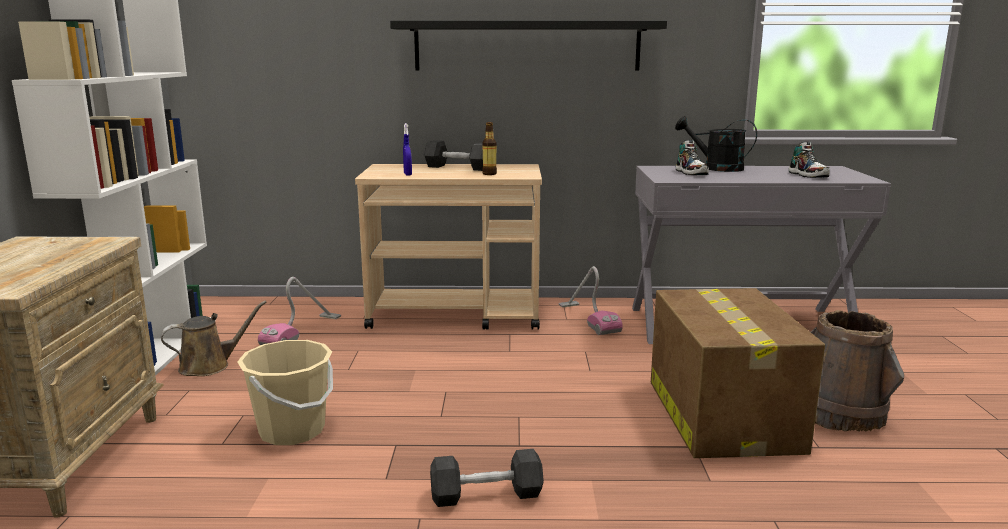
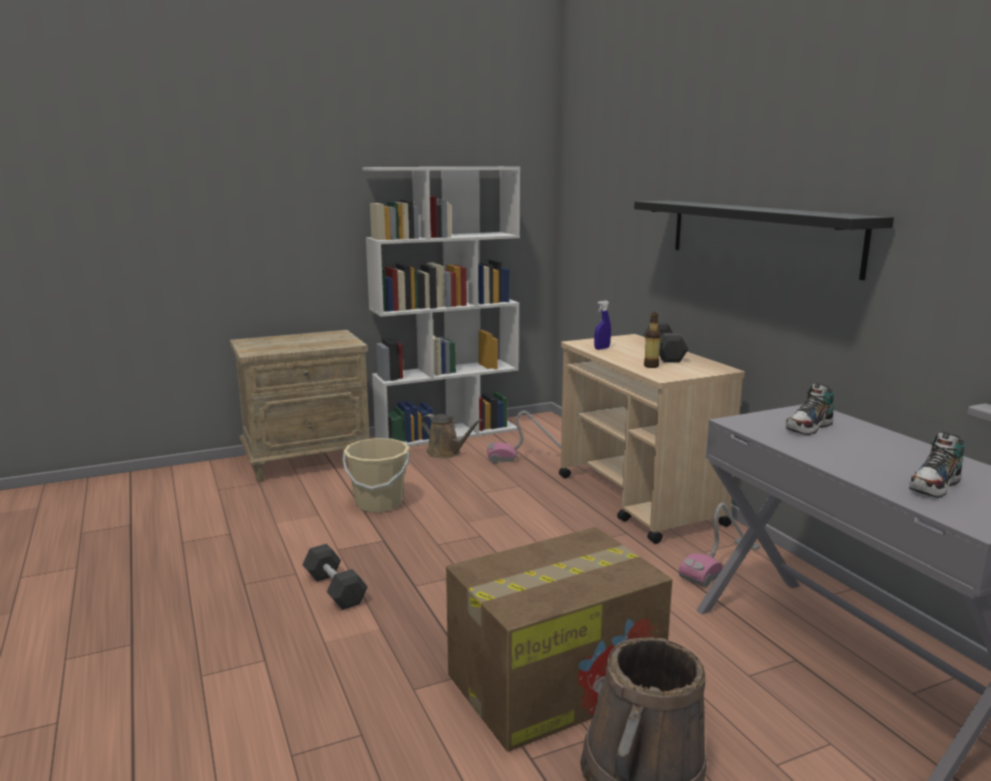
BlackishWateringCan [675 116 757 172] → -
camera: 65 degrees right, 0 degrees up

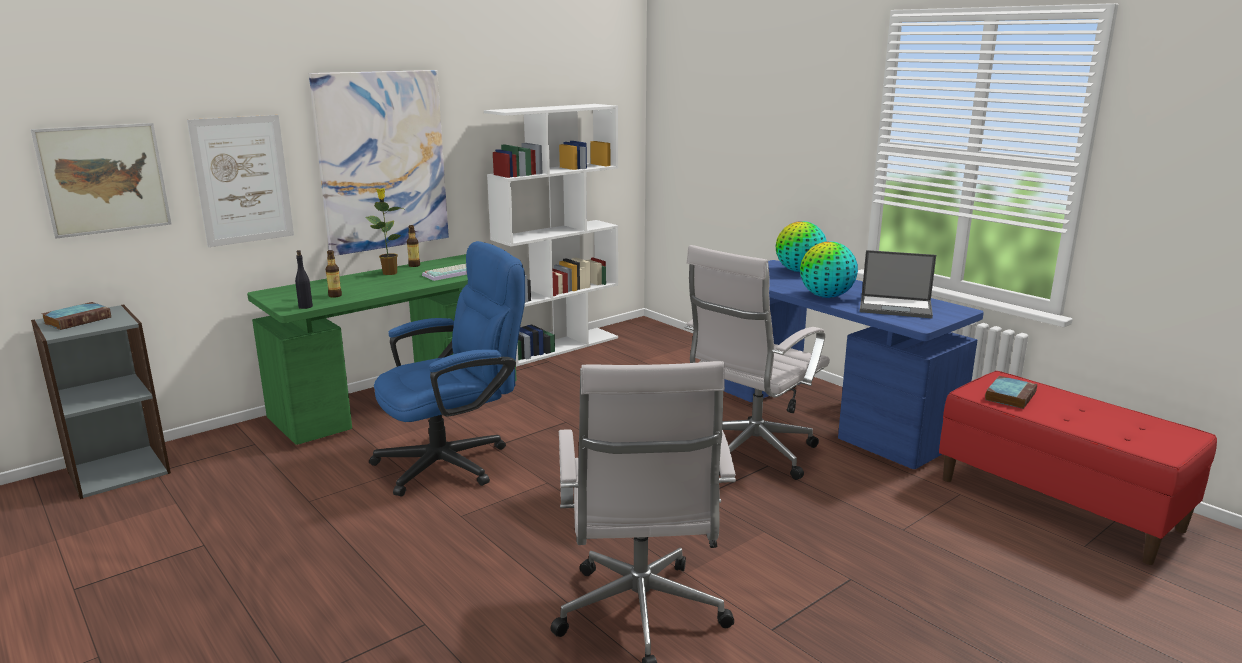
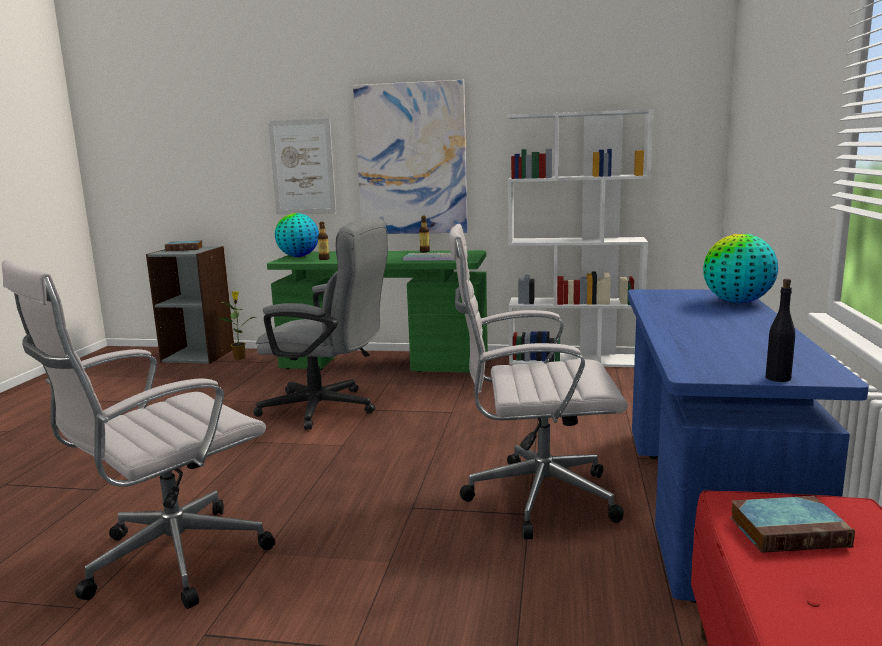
WallPicture [31 123 171 239] → -
PottedPlant [365 188 406 275] → PottedPlant [216 291 256 360], shifted
BluishDeskChair [369 241 525 496] → GreyDeskChair [253 218 388 430]
DeskGlobe [800 241 858 298] → DeskGlobe [275 213 319 257], shifted
BlackishDrinkBottle [295 250 313 309] → BlackishDrinkBottle [766 278 795 382], shifted
Laptop [860 250 936 318] → -
camera: 50 degrees right, 5 degrees down

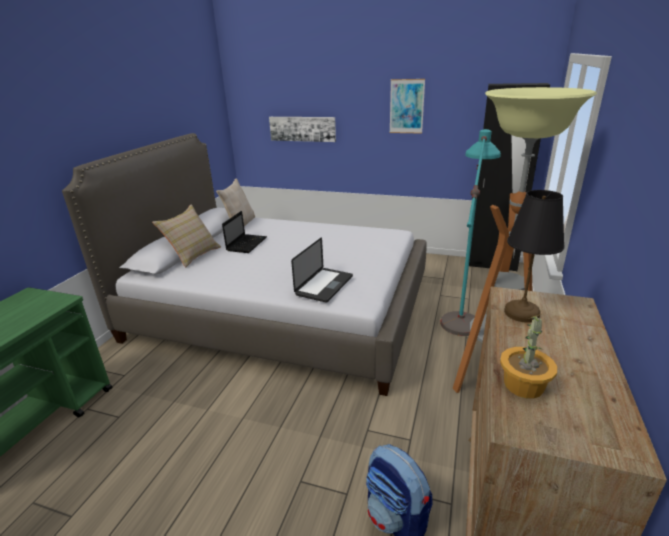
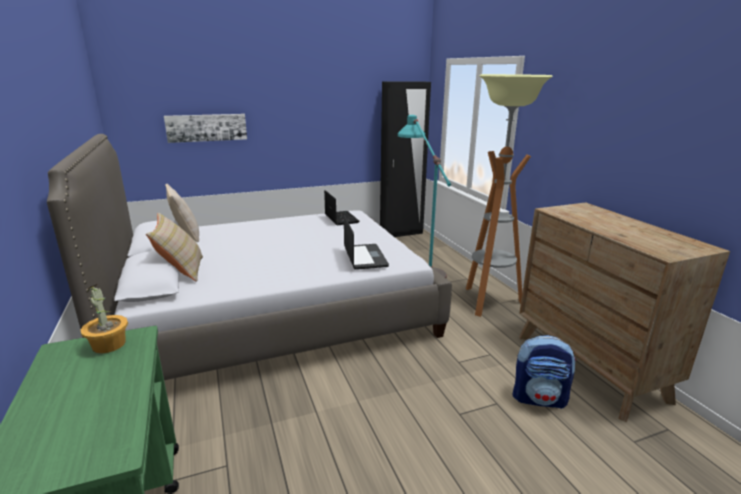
WallPicture [390 79 425 134] → -
BlackishTableLamp [504 190 565 323] → -
Laptop [222 211 267 253] → Laptop [324 190 359 225], shifted
PottedPlant [500 314 557 399] → PottedPlant [81 284 128 354], shifted
camera: 40 degrees left, 5 degrees down

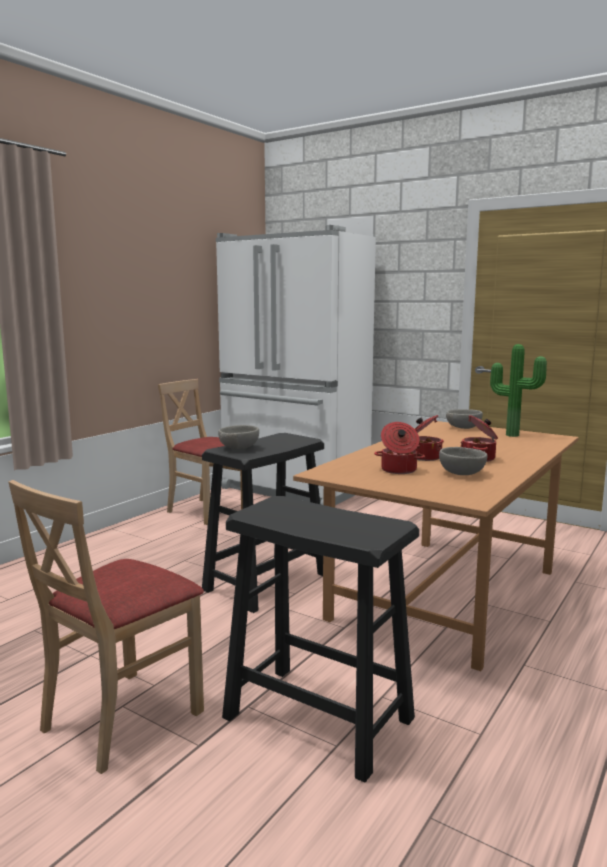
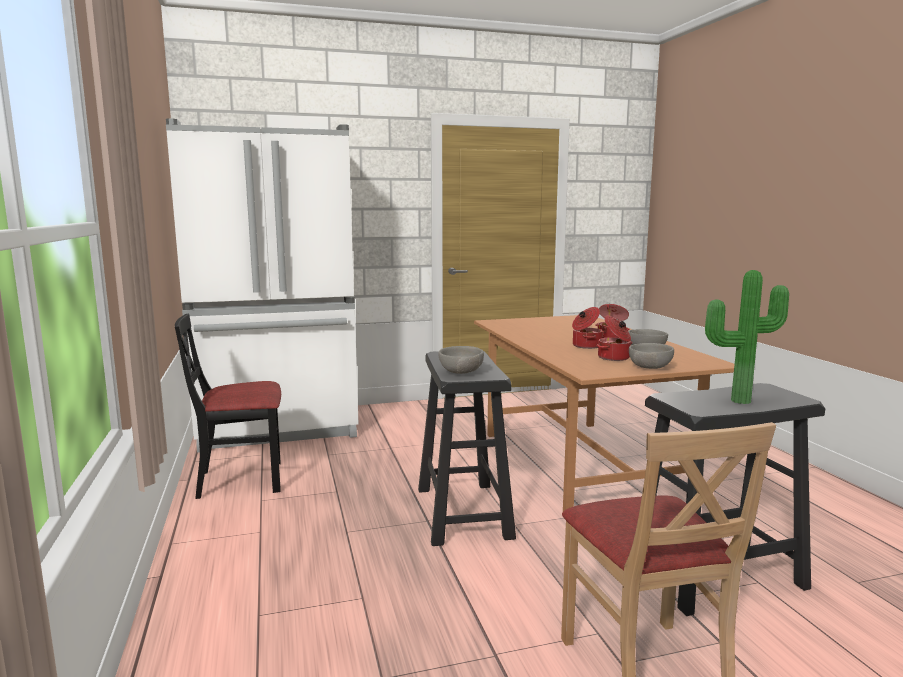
PottedPlant [490 344 547 437] → PottedPlant [705 270 789 404], shifted
BeigeChair [158 379 243 525] → BlackishChair [175 314 281 499]
GreyDeepDish [446 409 483 429] → GreyDeepDish [629 343 674 369], shifted
camera: 50 degrees left, 0 degrees up

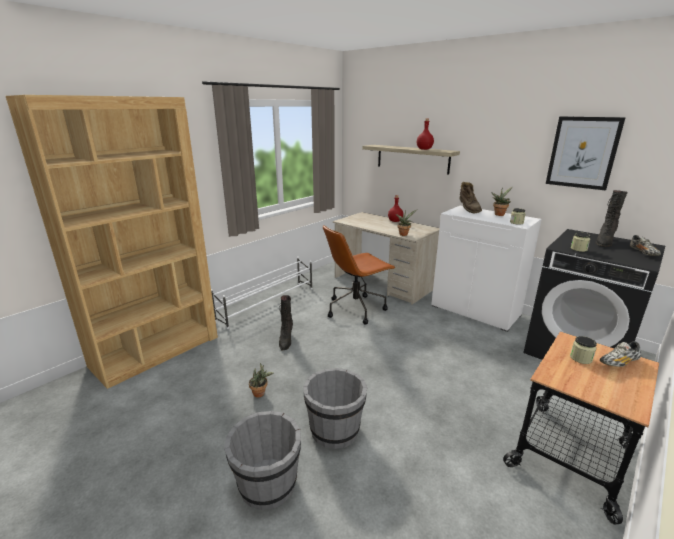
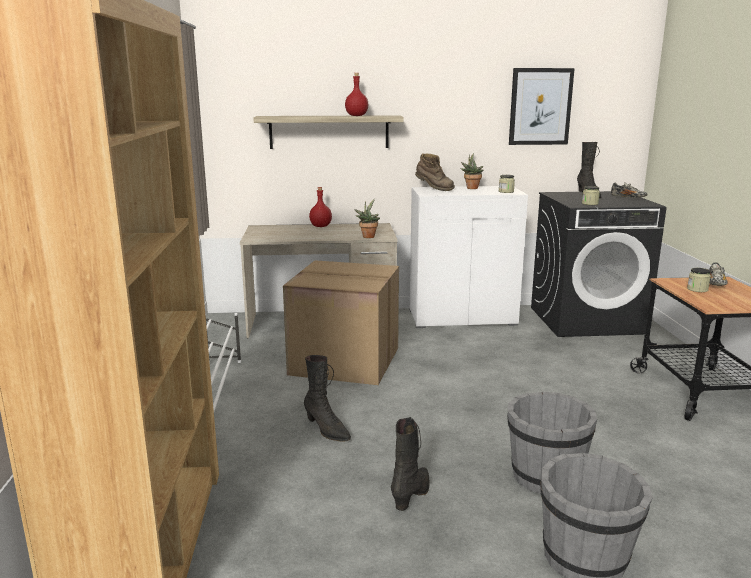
BrownDeskChair [323 225 395 325] → PackingBox [283 260 399 385]
PottedPlant [249 363 274 397] → BlackishHighTopBoot [391 417 430 511]
camera: 45 degrees left, 5 degrees down

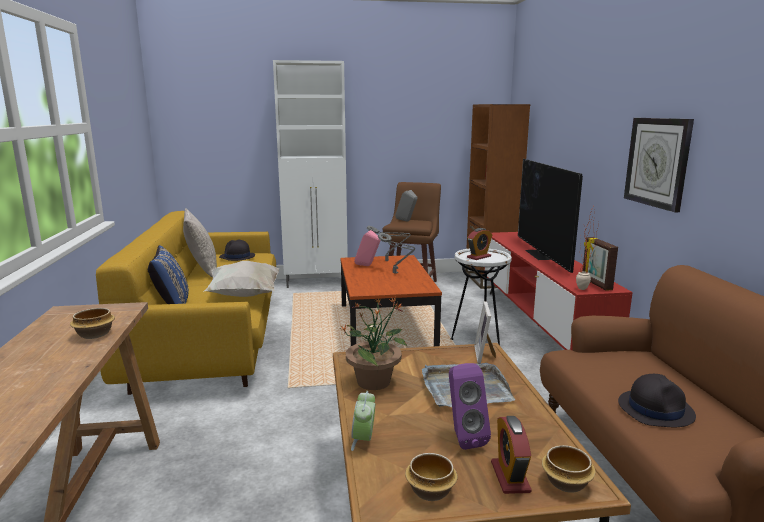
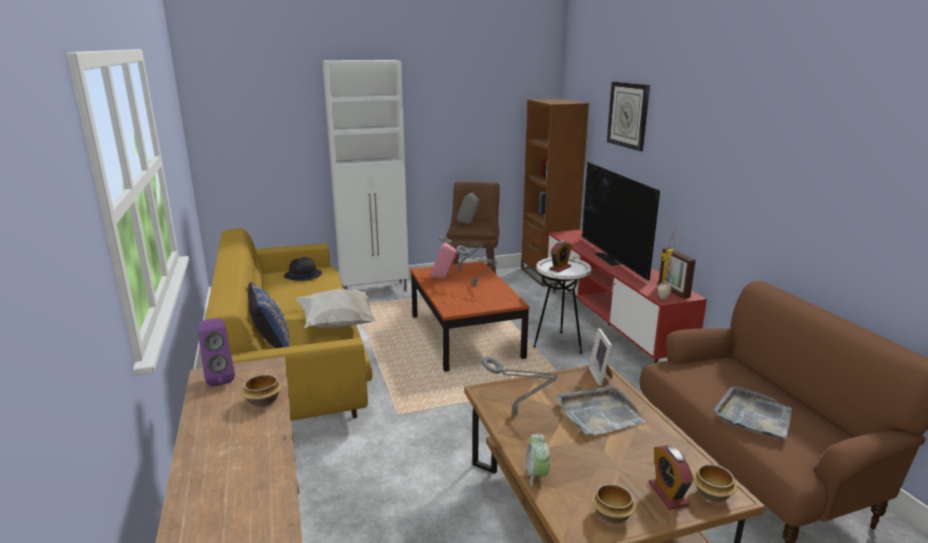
HangingClock [624 118 694 212] → HangingClock [607 81 650 151], shifted
GreyCushion [183 208 217 277] → -
PottedPlant [340 297 407 390] → GreyTableLamp [482 357 557 415]
PurpleSpeaker [449 363 491 450] → PurpleSpeaker [198 318 235 387], shifted
BlackishClothingHat [618 374 696 427] → GreyCarryingTray [714 386 792 440]
camera: 10 degrees left, 5 degrees up

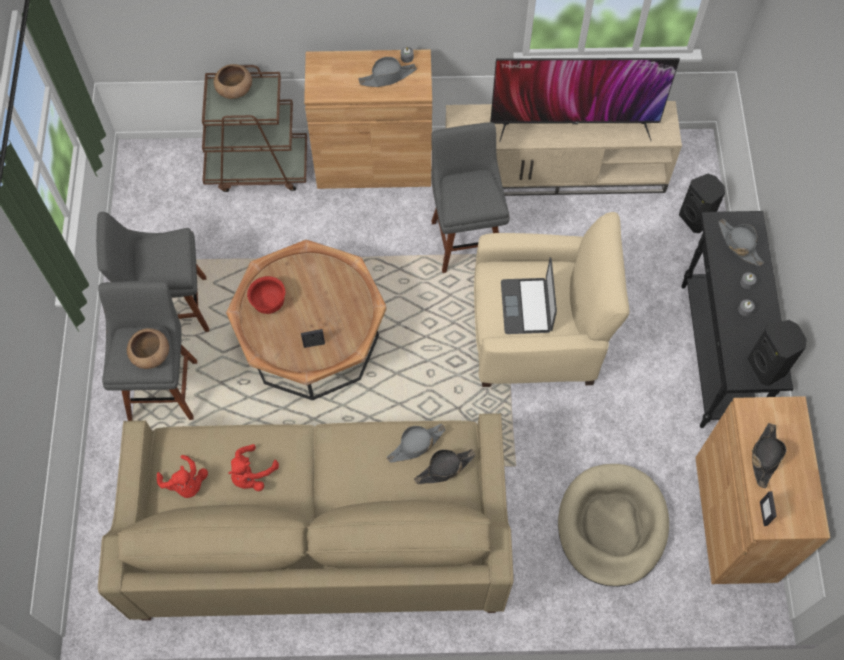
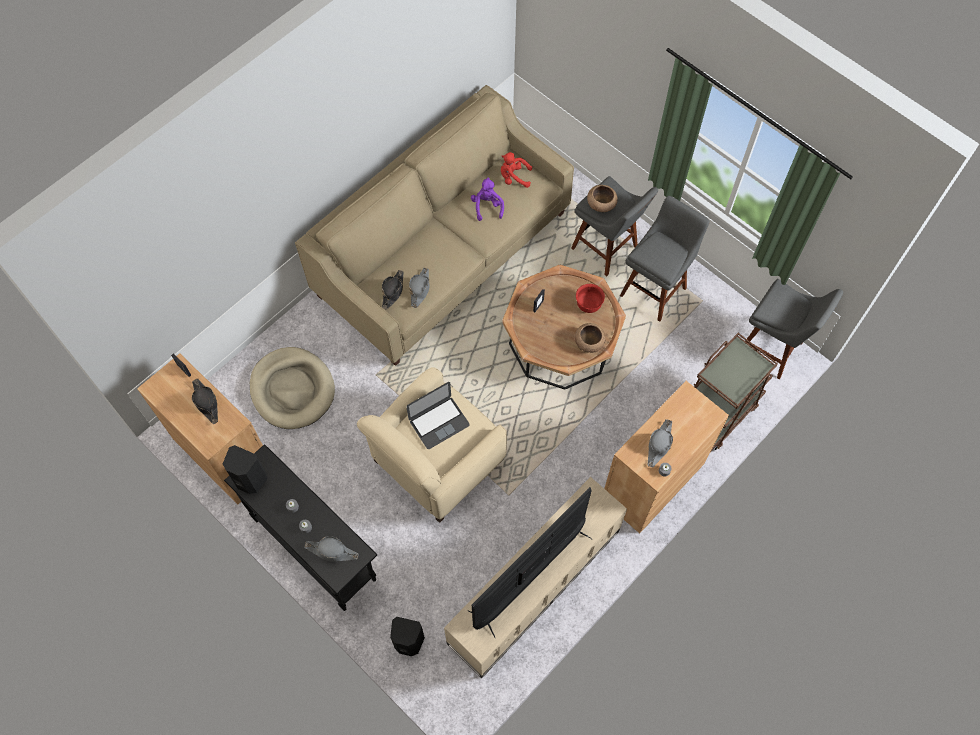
BrownDeepDish [214 64 252 99] → BrownDeepDish [575 323 605 353], shifted
GreyStool [431 122 510 273] → GreyStool [745 279 843 379], shifted
Laptop [501 257 557 334] → Laptop [406 382 470 449], 105 degrees clockwise
ReddishSoftToy [228 444 279 491] → PurpleSoftToy [471 177 504 221]
camera: 135 degrees right, 0 degrees up

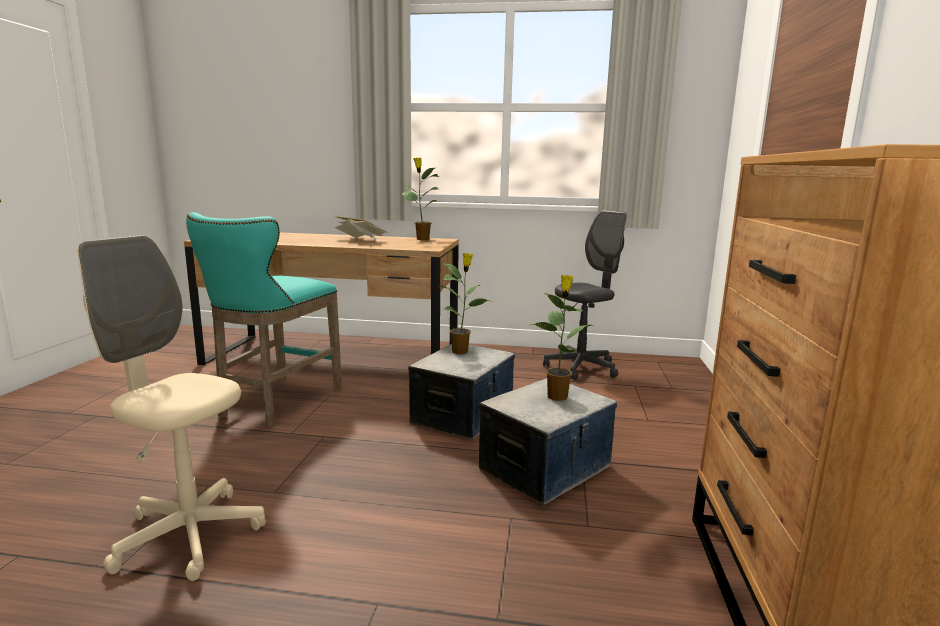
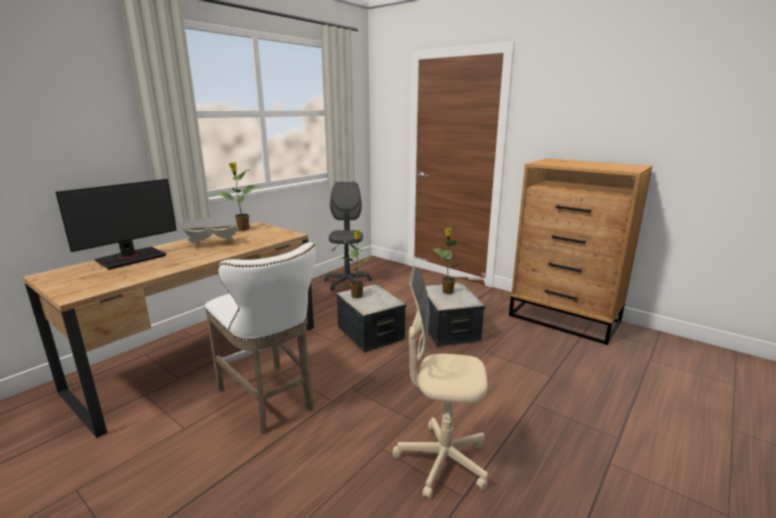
TurquoiseColouredStool [186 212 342 428] → WhiteColouredStool [205 242 316 434]
BeigeDeskChair [78 235 266 581] → BeigeDeskChair [392 267 488 499], 45 degrees clockwise
- → ComputerScreen [55 179 177 270]
camera: 60 degrees left, 5 degrees up

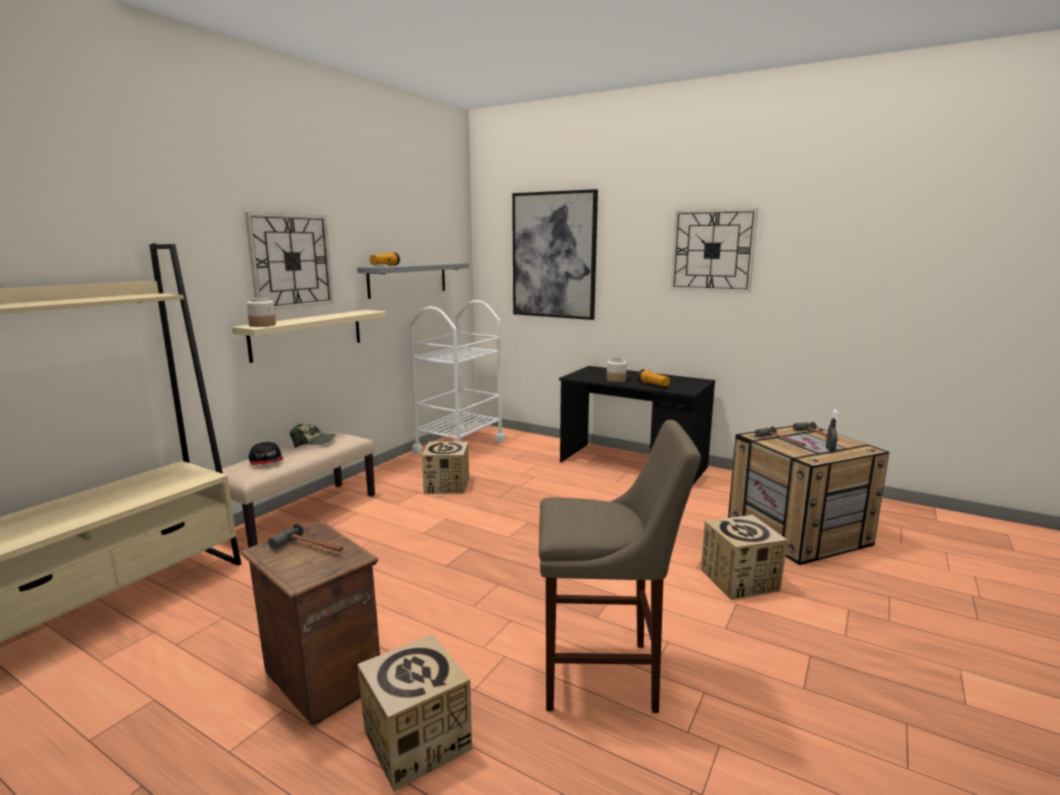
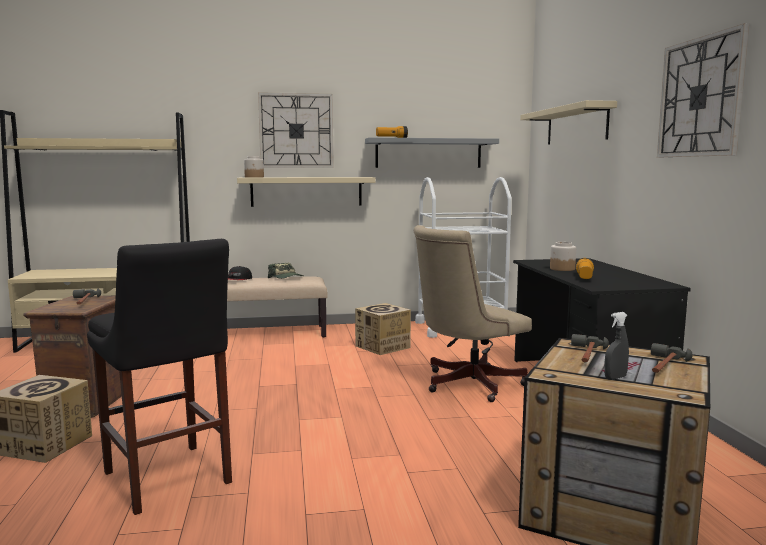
WallPicture [512 189 598 320] → BeigeBracketShelf [520 100 617 145]
BeigeStool [539 420 701 713] → BlackishStool [87 239 232 515]
PackingBox [701 515 788 600] → -
- → BeigeDeskChair [414 225 532 402]
camera: 50 degrees right, 5 degrees down

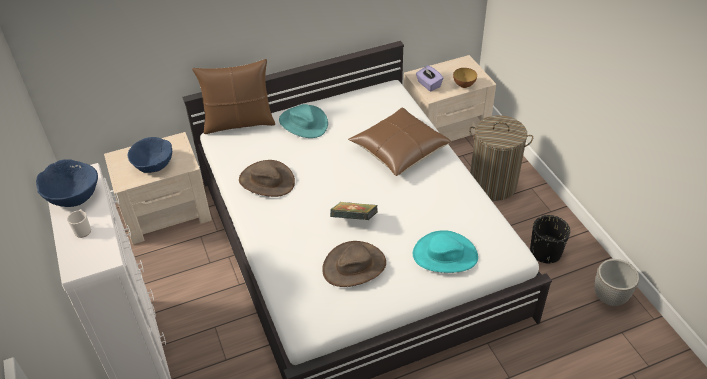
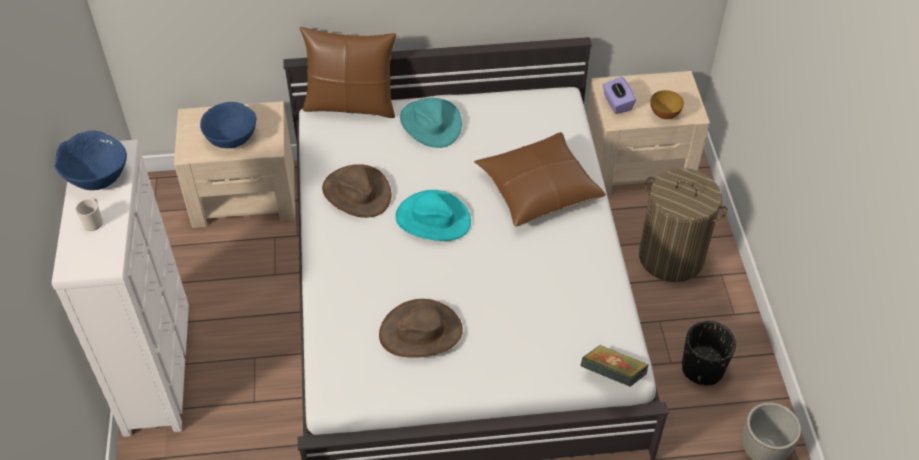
Volume [330 202 378 220] → Volume [580 345 648 387], shifted
TurquoiseColouredClothingHat [412 230 478 273] → TurquoiseColouredClothingHat [395 190 471 241], shifted
camera: 15 degrees right, 5 degrees up

